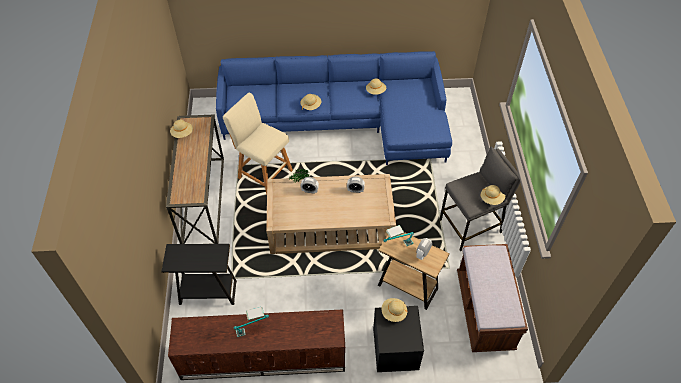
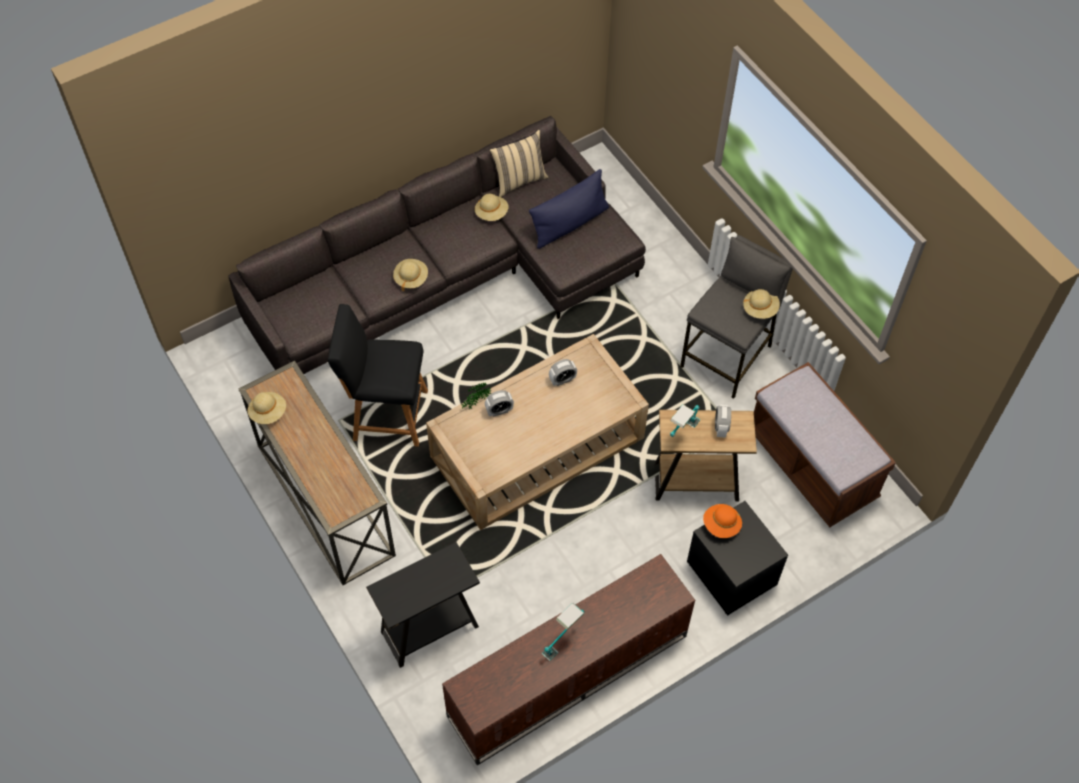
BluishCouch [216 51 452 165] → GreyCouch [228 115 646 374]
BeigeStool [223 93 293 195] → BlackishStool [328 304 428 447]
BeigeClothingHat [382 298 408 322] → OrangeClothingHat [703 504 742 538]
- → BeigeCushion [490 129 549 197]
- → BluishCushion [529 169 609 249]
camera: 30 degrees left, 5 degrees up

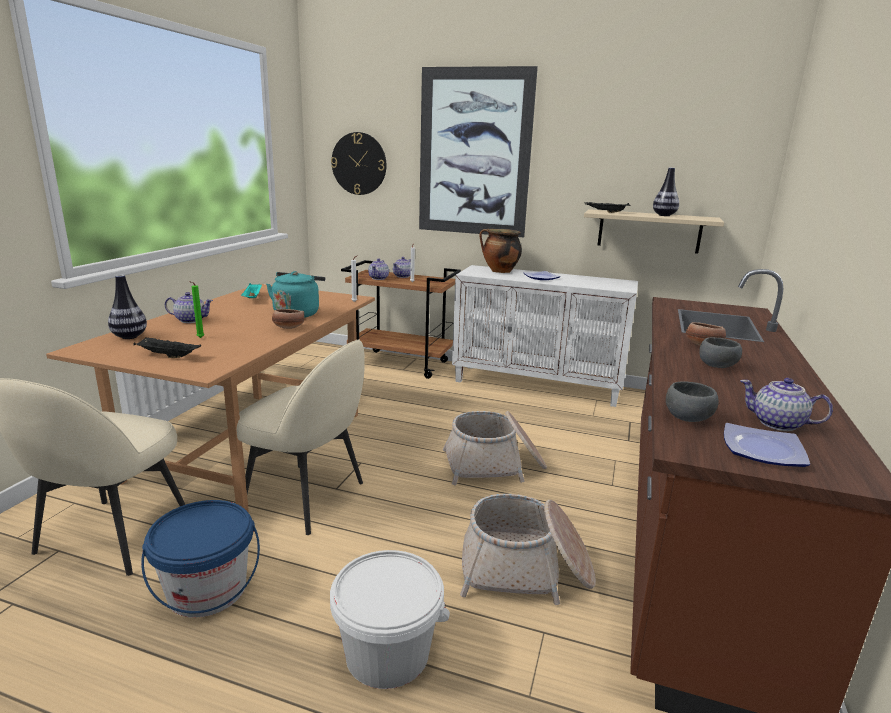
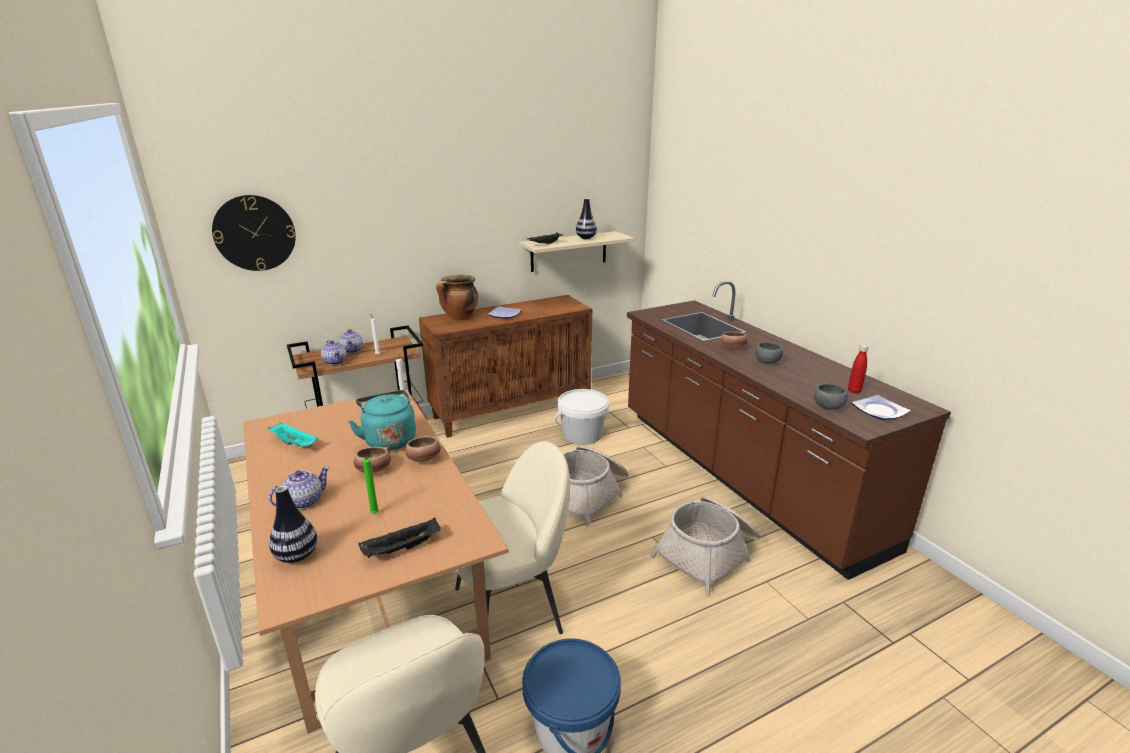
WallPicture [419 66 538 237] → -
WhiteColouredCupboard [452 265 638 407] → BrownCupboard [419 295 592 438]
TeaPot [740 378 833 431] → ReddishDrinkBottle [848 345 868 393]
WhiteColouredBucket [330 550 450 689] → WhiteColouredBucket [554 389 609 445], shifted
- → DeepDish [354 447 391 473]
camera: 45 degrees left, 5 degrees up

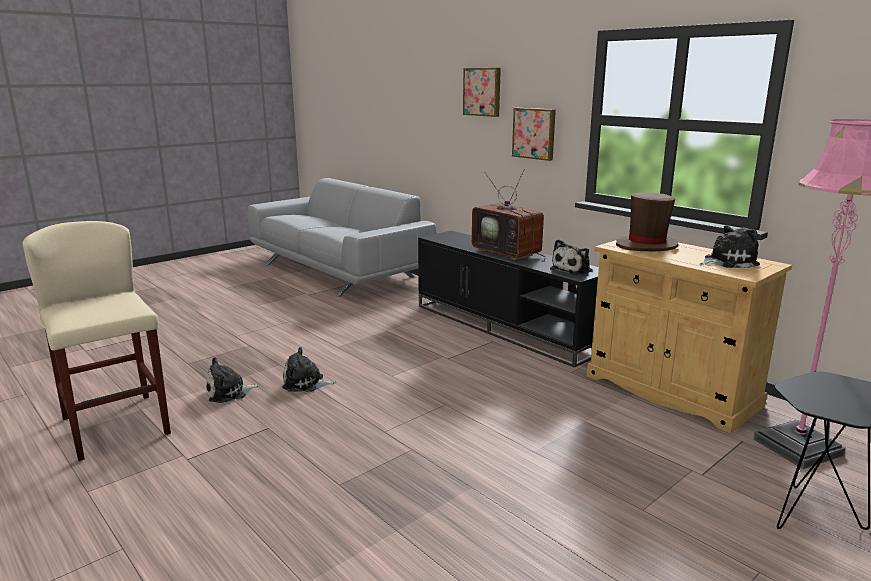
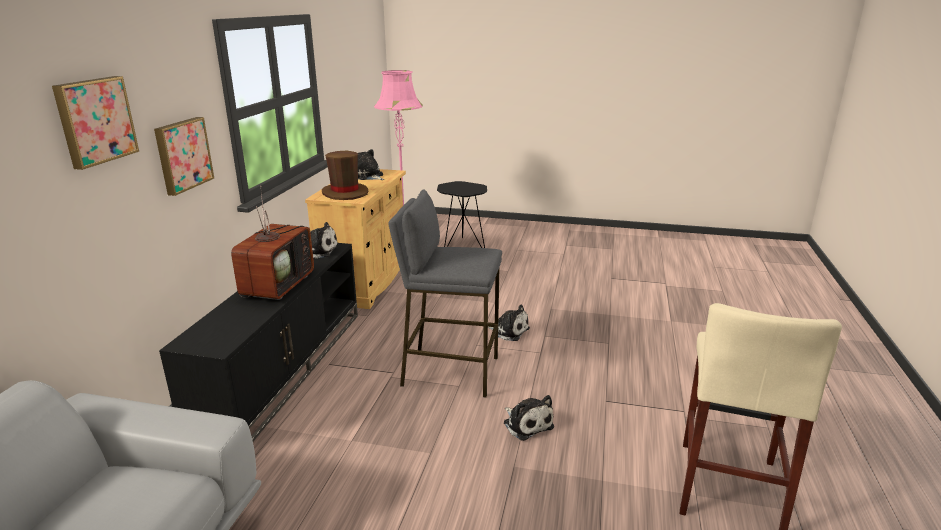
SoftToy [206 357 260 403] → SoftToy [488 304 530 341], shifted
- → GreyStool [388 189 502 397]
camera: 125 degrees left, 5 degrees up

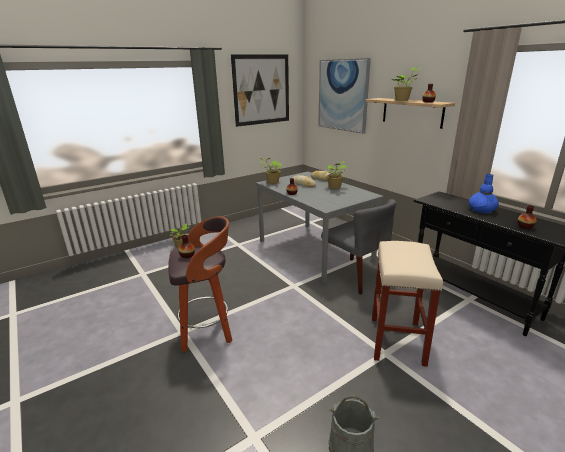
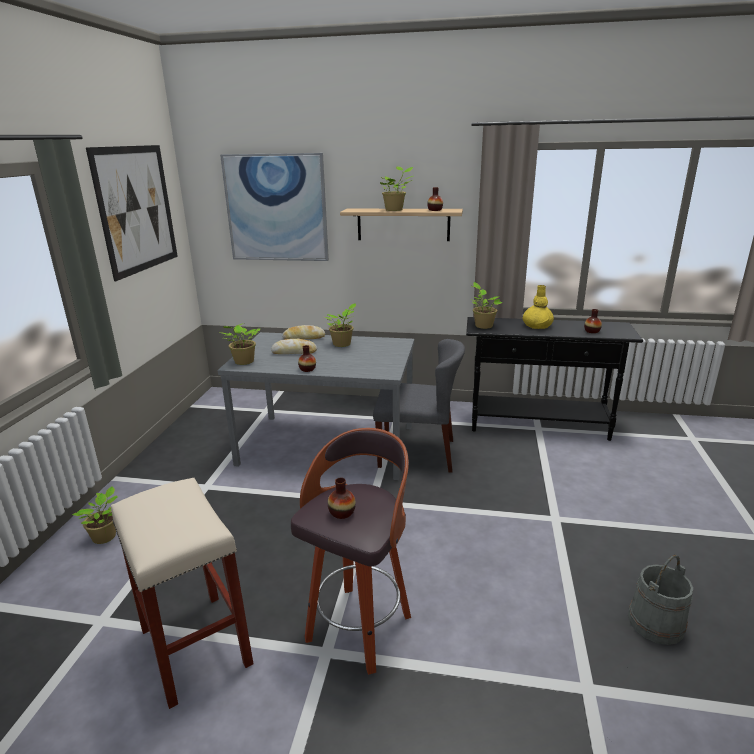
BluishVase [469 174 499 213] → YellowColouredVase [522 285 554 329]
BeigeStool [372 241 443 367] → BeigeStool [111 478 253 709], shifted
- → PottedPlant [472 282 502 329]
camera: 45 degrees left, 0 degrees up

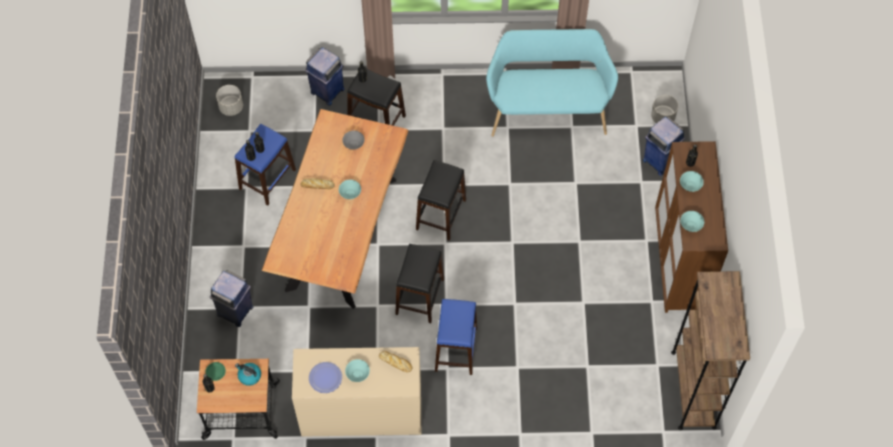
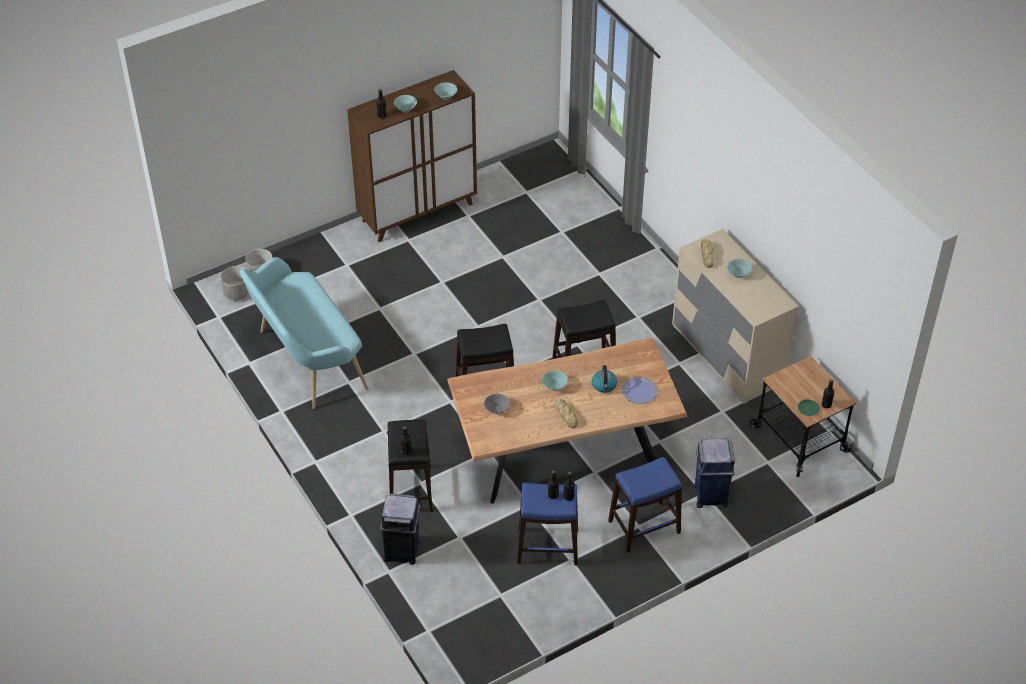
GreyFlowerPot [216 85 243 116] → GreyFlowerPot [221 266 249 301], shifted
BluishWasteBin [643 116 685 176] → -
BrownBookshelf [671 271 750 430] → -
BluishStool [435 299 477 375] → BluishStool [608 457 682 553], shifted
Plate [309 362 342 393] → Plate [622 377 657 404], shifted
WaterKettle [235 363 261 386] → WaterKettle [592 365 617 393], shifted
camera: 120 degrees left, 15 degrees down

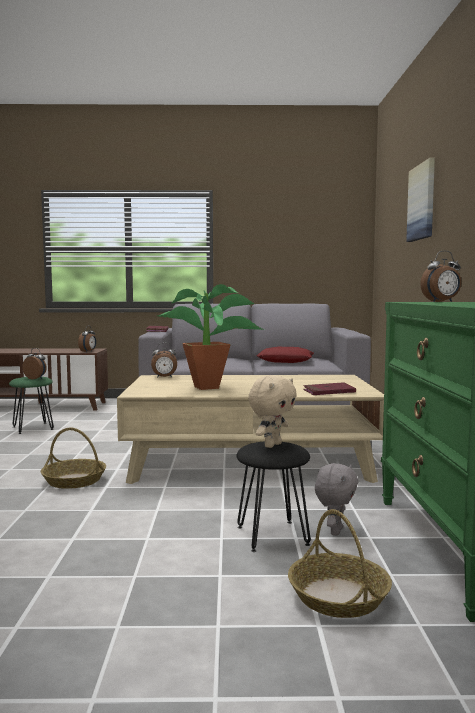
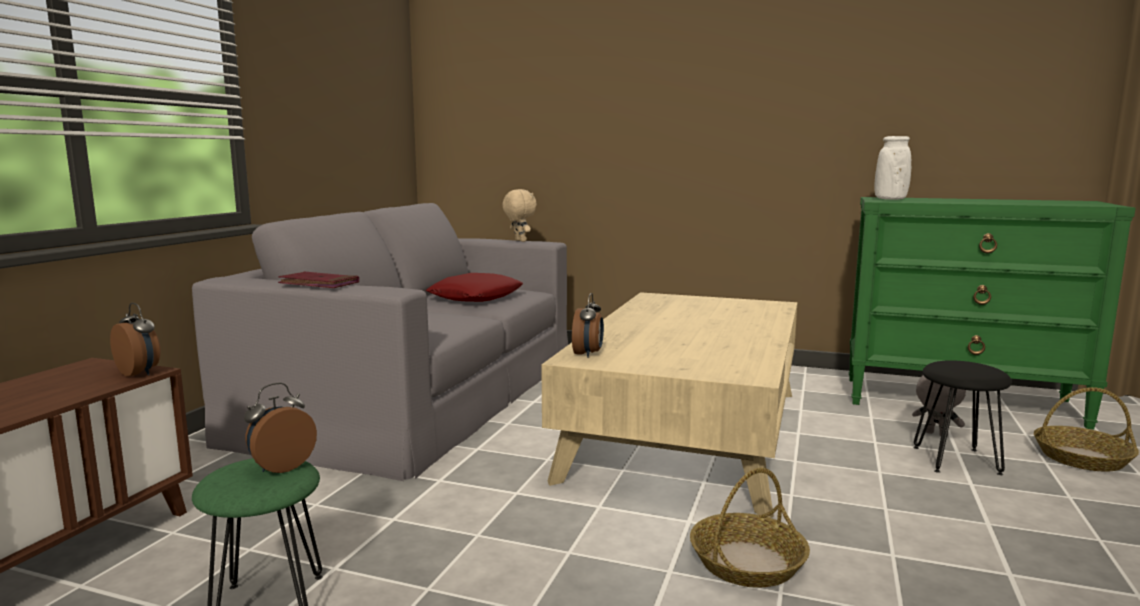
WallPicture [406 158 435 242] → -
BedsideClock [420 251 461 302] → WhiteColouredVase [875 136 911 200]
PottedPlant [158 284 264 390] → -
BeigeSoftToy [248 375 297 448] → BeigeSoftToy [502 189 537 242], shifted
ReddishVolume [303 382 356 395] → -
camera: 70 degrees left, 5 degrees up

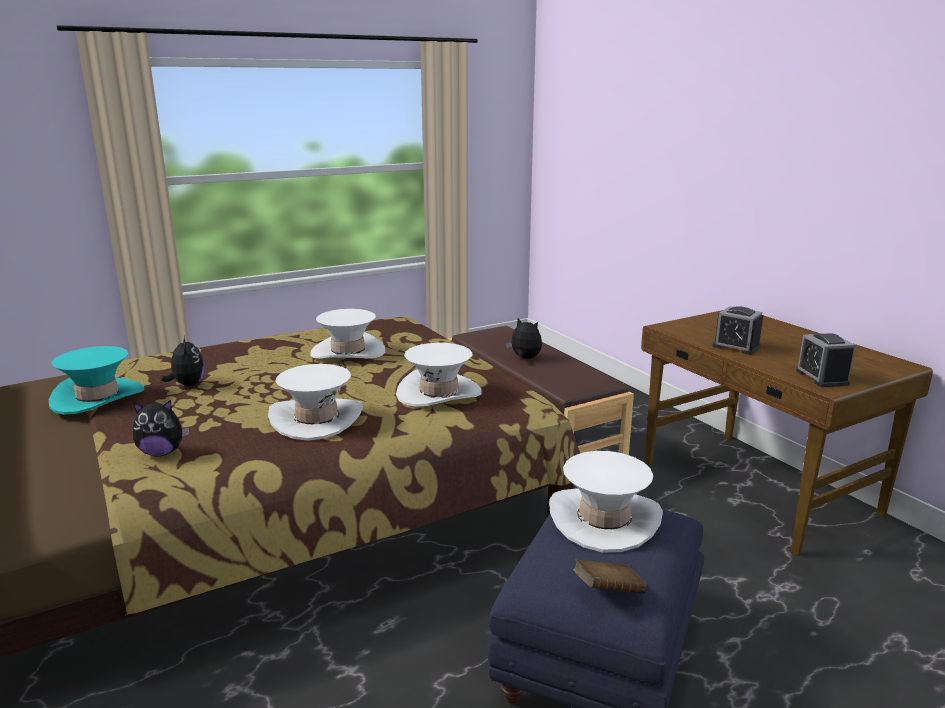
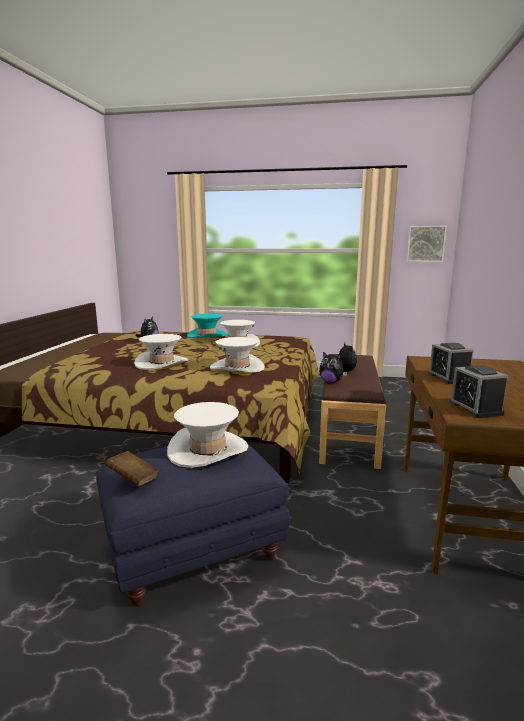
BedsideClock [796 333 856 387] → BedsideClock [449 365 508 418], 45 degrees counterclockwise
TurquoiseColouredClothingHat [49 346 145 414] → TurquoiseColouredClothingHat [187 314 228 338], shifted
SoftToy [133 400 189 456] → SoftToy [319 352 347 383], shifted
- → WallPicture [406 226 447 262]
camera: 40 degrees right, 5 degrees down

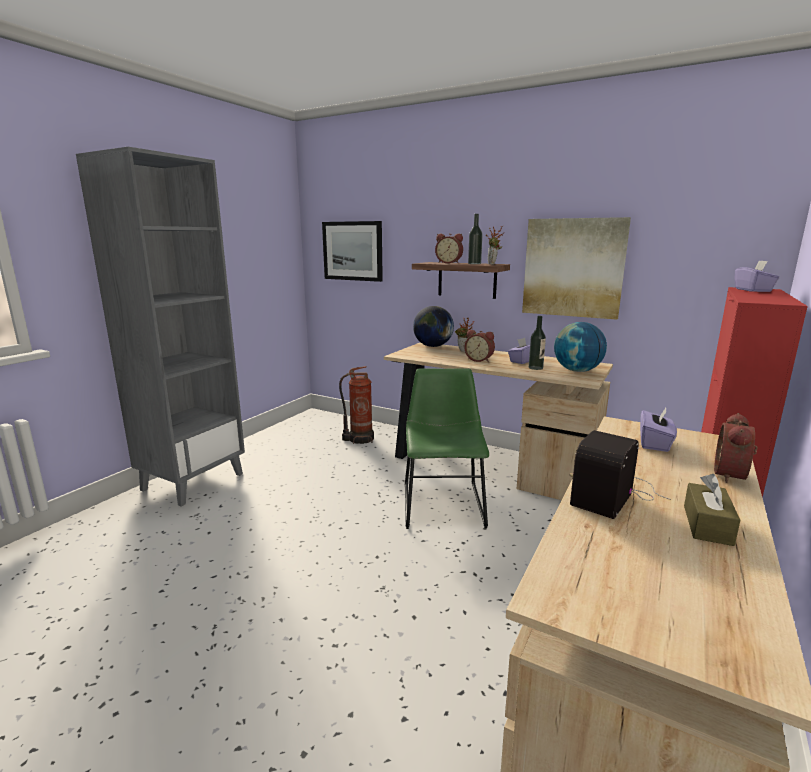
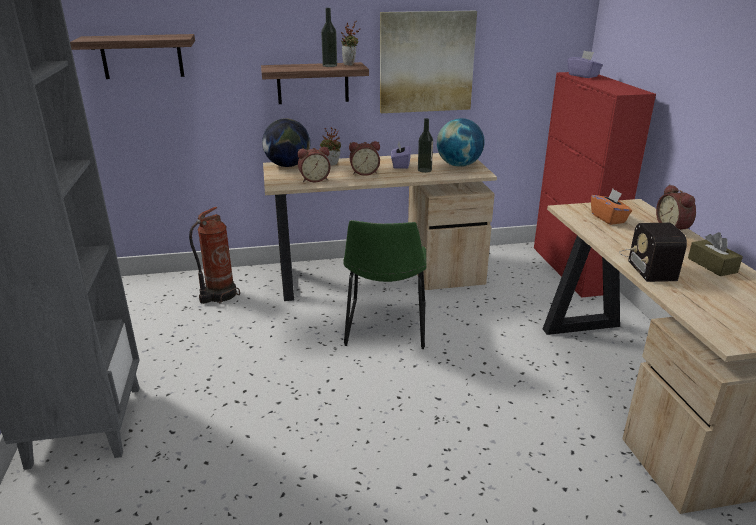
WallPicture [322 221 383 282] → BracketShelf [70 34 195 79]
BedsideClock [435 234 463 263] → BedsideClock [297 147 331 183], shifted
GreenishChair [405 368 489 529] → GreenishChair [343 220 427 349], 135 degrees counterclockwise
PurpleBoxOfTissues [640 408 677 452] → OrangeBoxOfTissues [591 189 632 225]
camera: 40 degrees left, 10 degrees up

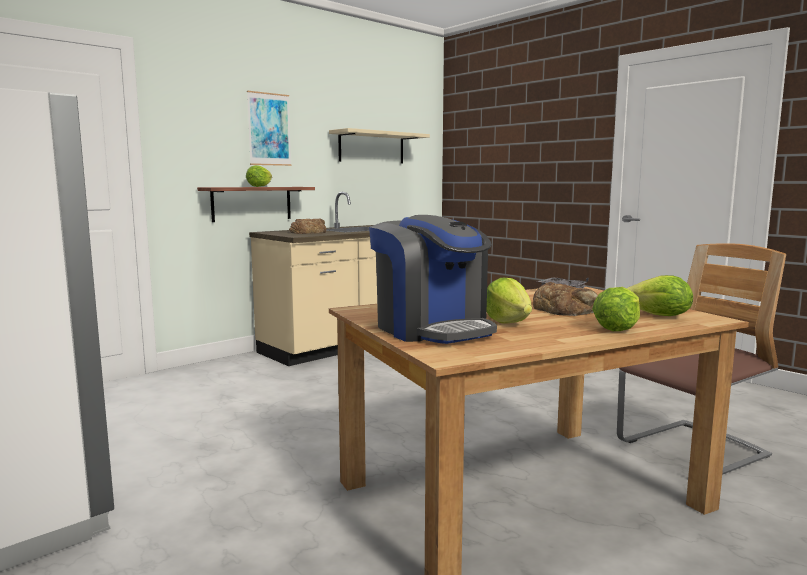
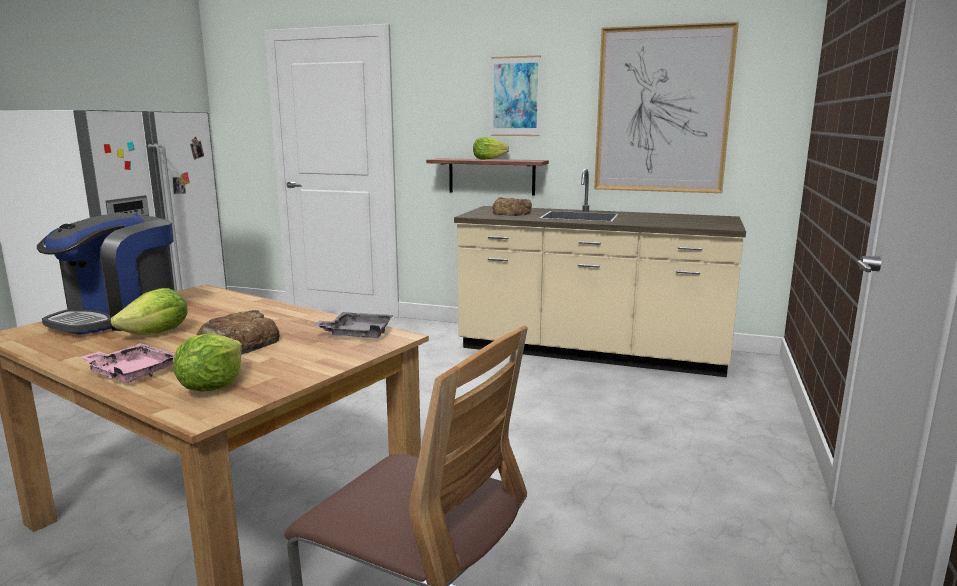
BeigeBracketShelf [329 128 430 163] → WallPicture [594 22 739 193]
LettuceHead [592 287 640 331] → PinkColouredCarryingTray [79 343 175 383]
camera: 60 degrees right, 5 degrees up

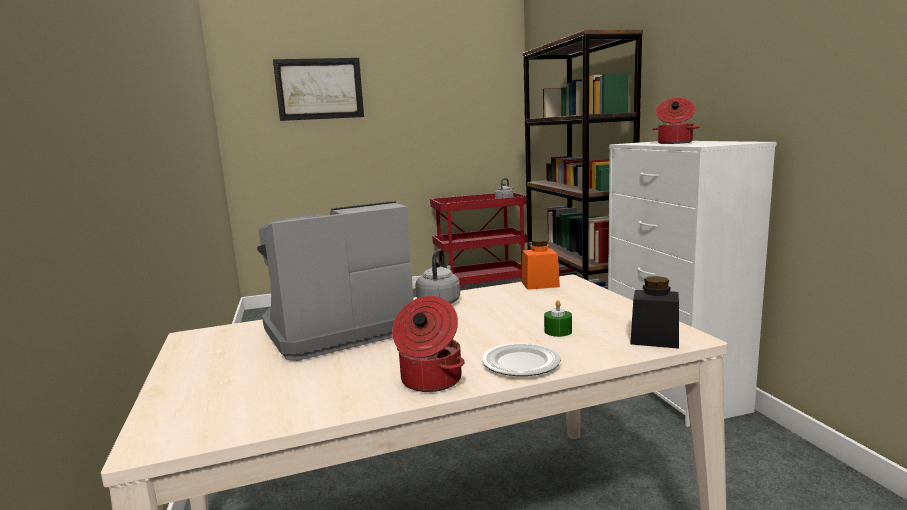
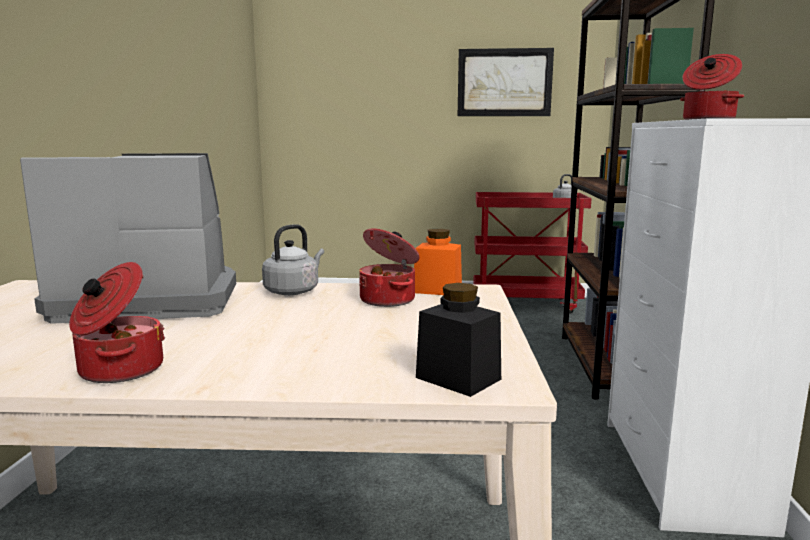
WallPicture [273 58 364 121] → WallPicture [458 48 554 116], shifted
GreenishCandle [544 300 572 337] → -
Plate [482 343 561 376] → -
- → Stockpot [359 228 419 307]
camera: 20 degrees right, 0 degrees up

